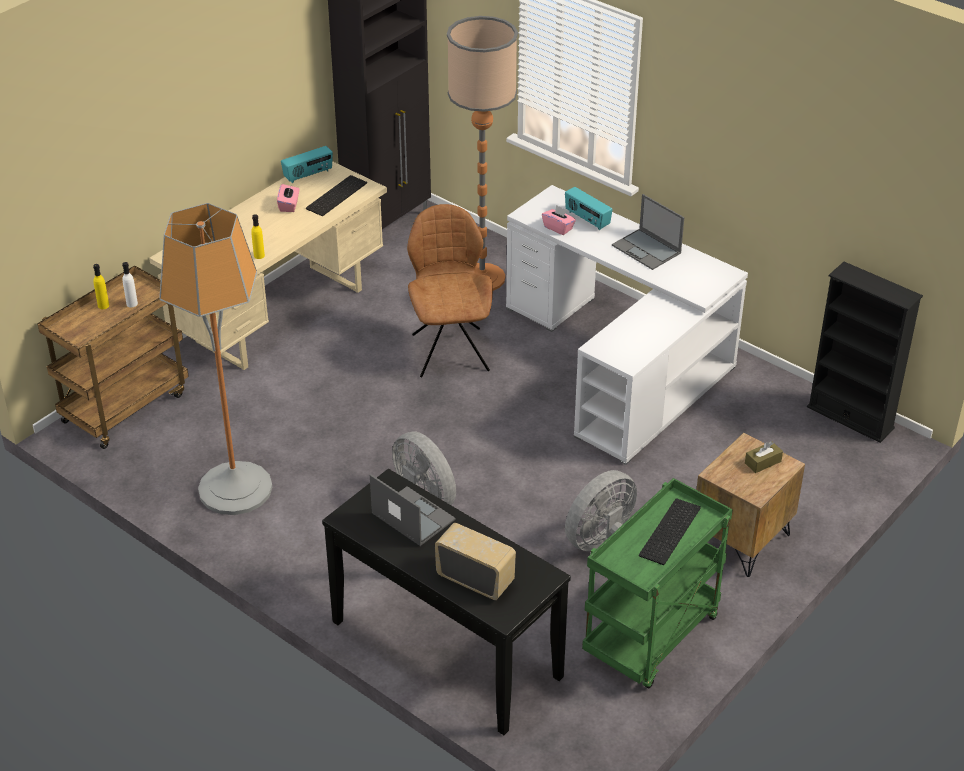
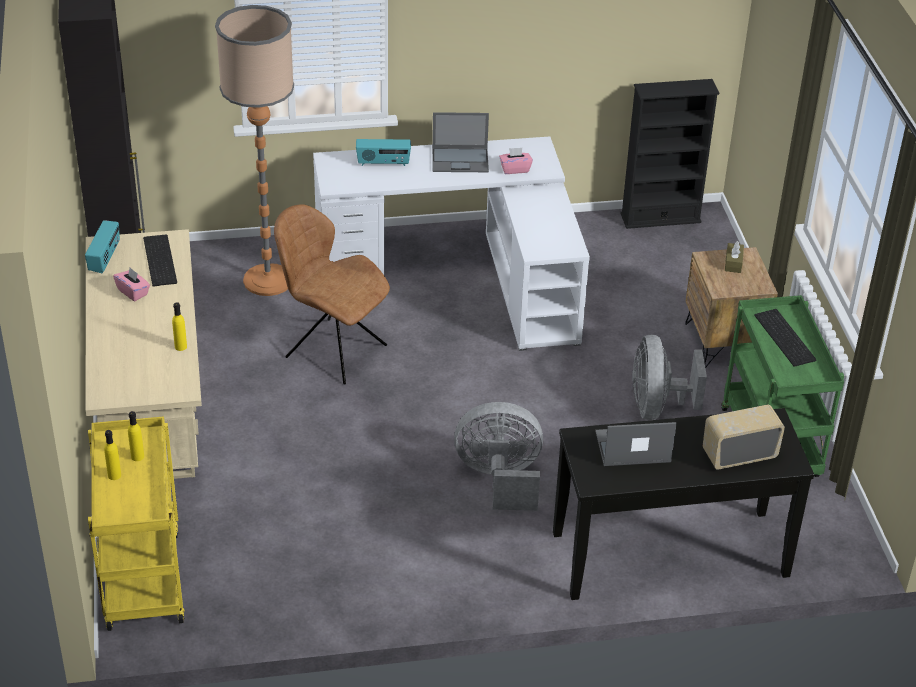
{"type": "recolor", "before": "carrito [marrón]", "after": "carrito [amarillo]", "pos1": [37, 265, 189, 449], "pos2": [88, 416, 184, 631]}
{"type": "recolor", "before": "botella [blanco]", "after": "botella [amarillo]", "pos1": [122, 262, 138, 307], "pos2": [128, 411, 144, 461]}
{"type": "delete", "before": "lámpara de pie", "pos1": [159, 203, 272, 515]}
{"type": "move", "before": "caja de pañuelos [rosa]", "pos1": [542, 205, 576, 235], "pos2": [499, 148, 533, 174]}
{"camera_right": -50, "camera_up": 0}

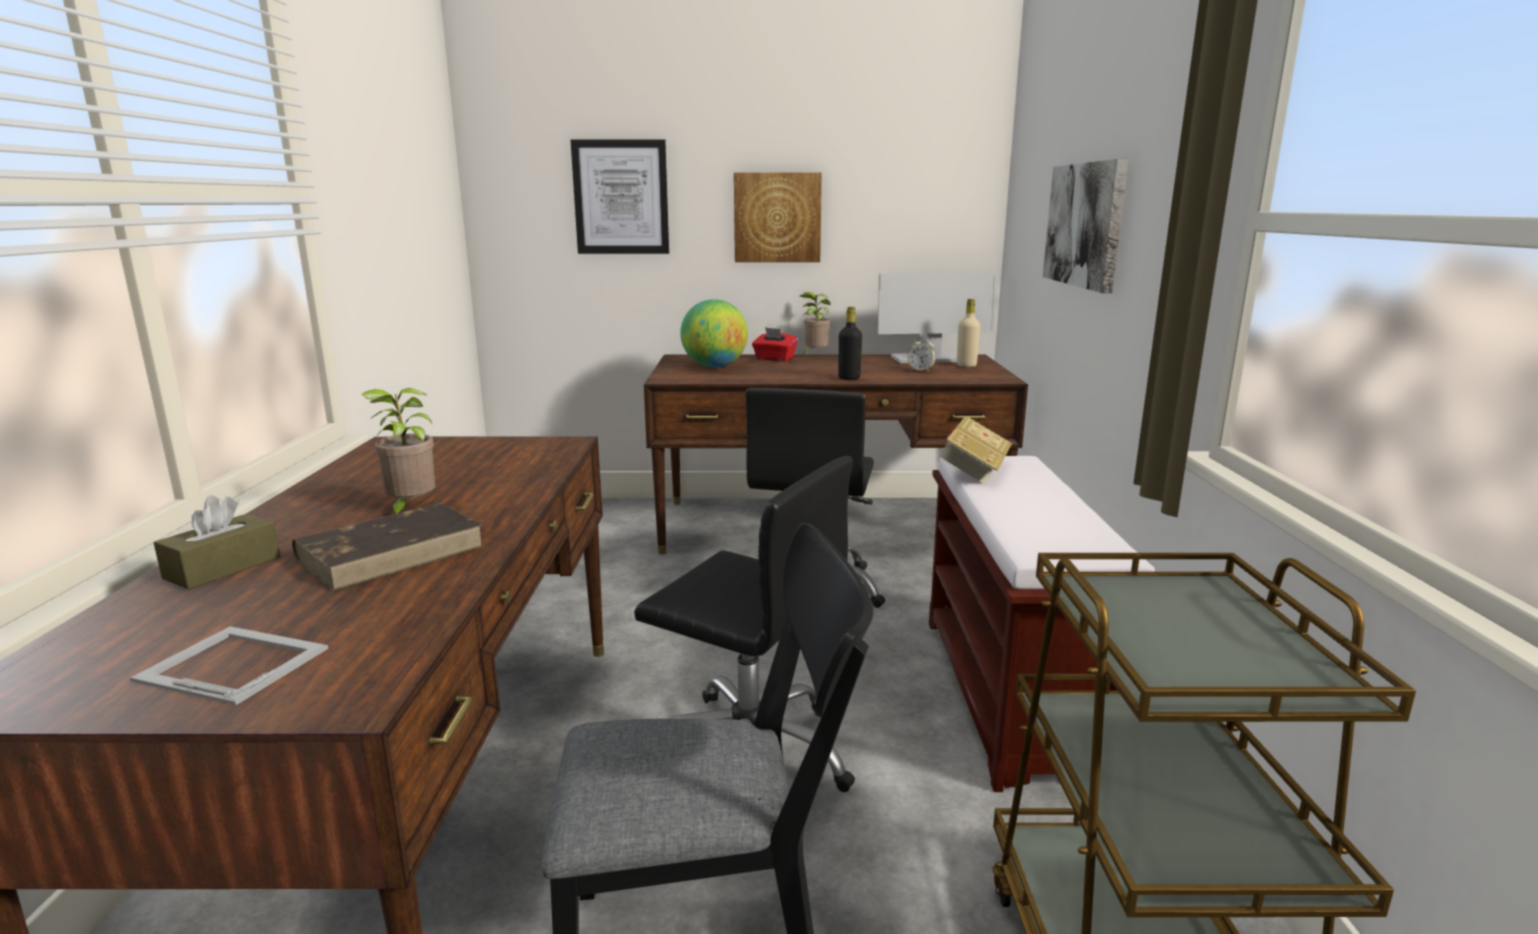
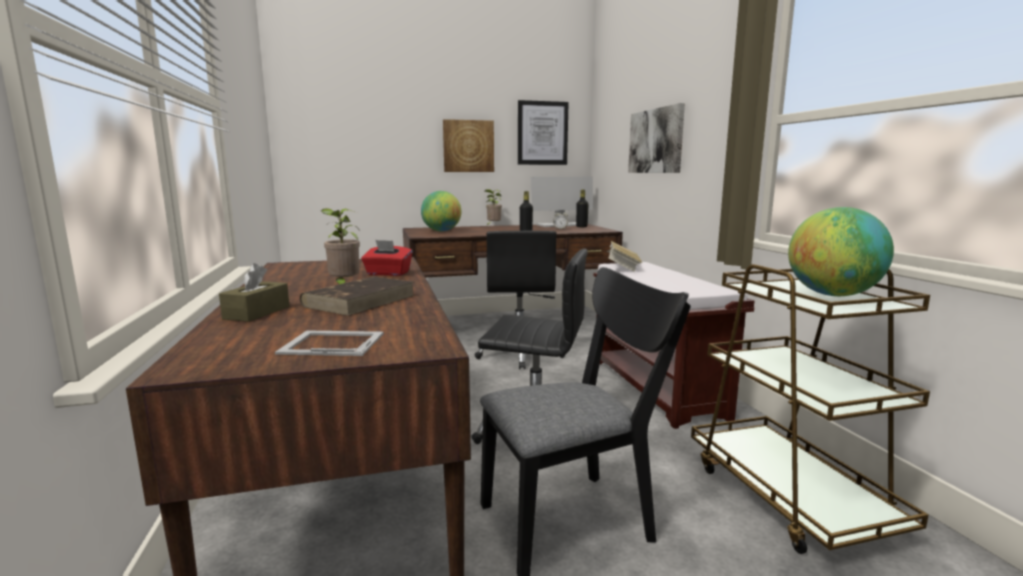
{"type": "move", "before": "cuadro", "pos1": [571, 139, 669, 254], "pos2": [518, 100, 569, 165]}
{"type": "move", "before": "caja de pañuelos [rojo]", "pos1": [752, 327, 798, 361], "pos2": [361, 240, 412, 276]}
{"type": "recolor", "before": "botella [beis]", "after": "botella [negro]", "pos1": [957, 299, 980, 367], "pos2": [576, 190, 589, 227]}
{"type": "insert", "after": "globo terráqueo", "pos2": [788, 207, 894, 296]}
{"camera_right": -15, "camera_up": -5}

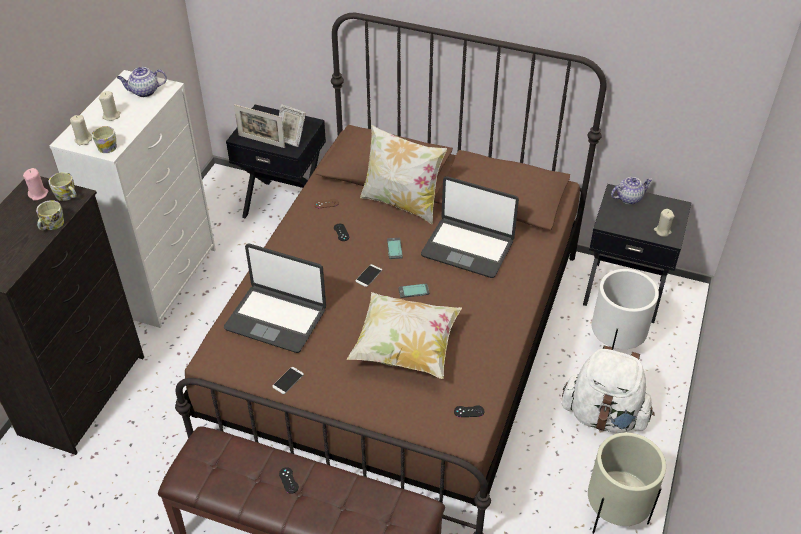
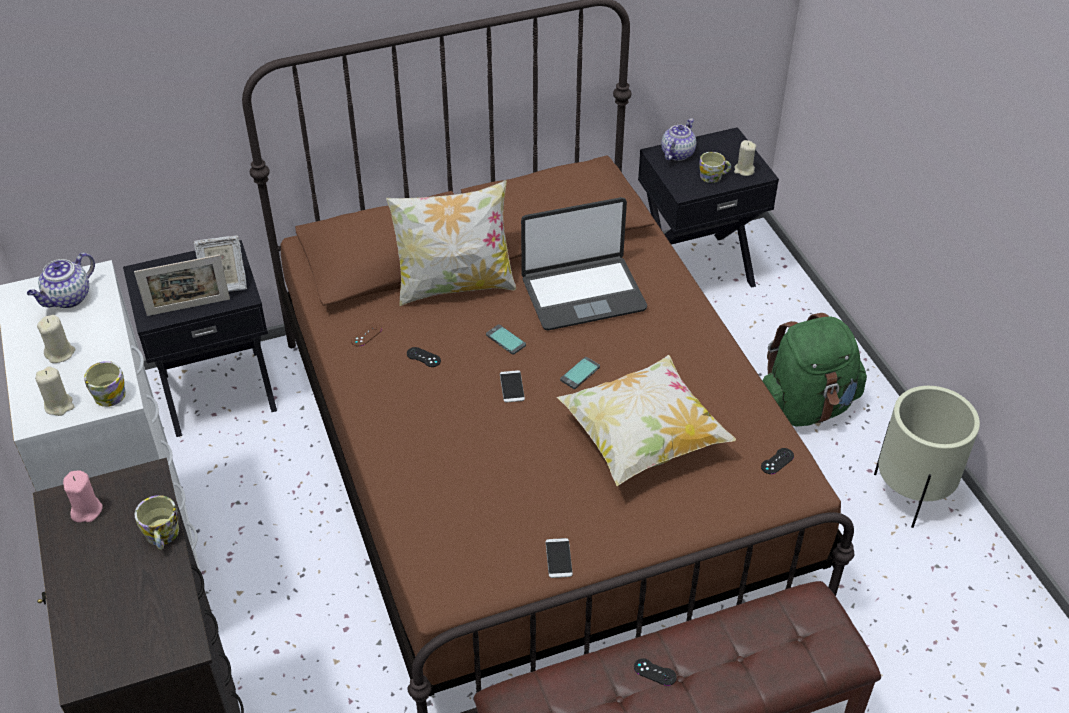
{"type": "move", "before": "taza grande", "pos1": [49, 172, 77, 201], "pos2": [699, 152, 731, 183]}
{"type": "delete", "before": "portátil", "pos1": [224, 244, 326, 353]}
{"type": "recolor", "before": "mochila [blanco]", "after": "mochila [verde]", "pos1": [562, 346, 655, 433], "pos2": [763, 313, 867, 427]}
{"type": "delete", "before": "maceta [blanco]", "pos1": [592, 269, 659, 349]}
{"camera_right": -40, "camera_up": 0}

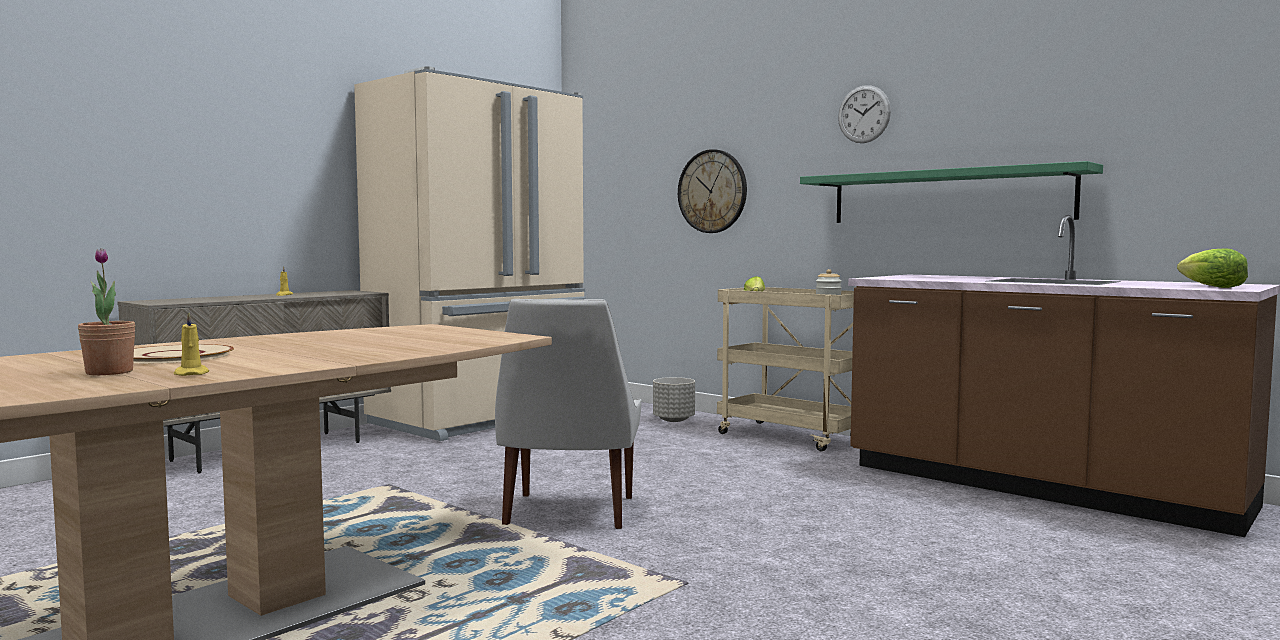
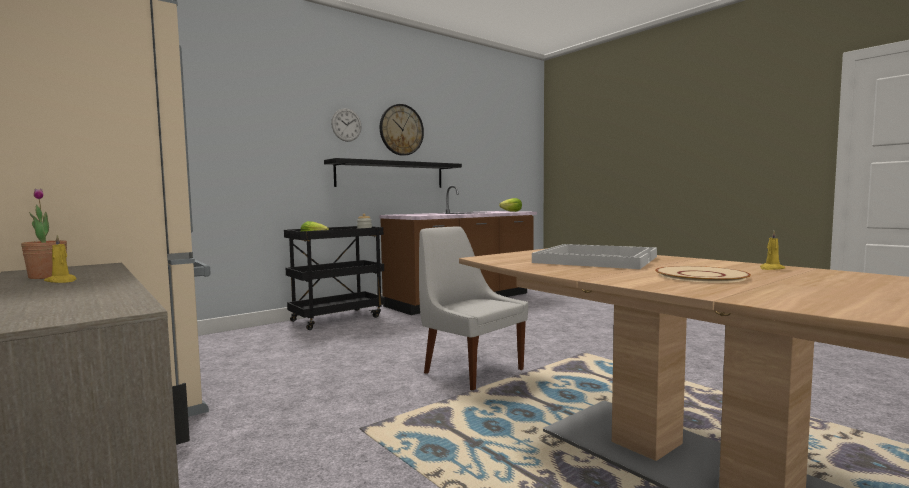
{"type": "move", "before": "planta en maceta", "pos1": [78, 248, 136, 375], "pos2": [21, 188, 67, 279]}
{"type": "rotate", "before": "silla [blanco]", "pos1": [495, 299, 641, 529], "pos2": [419, 226, 528, 390], "turn": -150}
{"type": "delete", "before": "maceta [gris]", "pos1": [653, 377, 695, 422]}
{"type": "move", "before": "reloj de pared", "pos1": [678, 149, 747, 233], "pos2": [380, 104, 424, 156]}
{"type": "recolor", "before": "carrito [beis]", "after": "carrito [negro]", "pos1": [717, 287, 854, 451], "pos2": [284, 226, 385, 330]}
{"type": "recolor", "before": "estante [verde]", "after": "estante [negro]", "pos1": [800, 161, 1103, 223], "pos2": [324, 158, 462, 188]}
{"type": "insert", "after": "bandeja [blanco]", "pos2": [532, 244, 657, 269]}
{"camera_right": -80, "camera_up": 0}

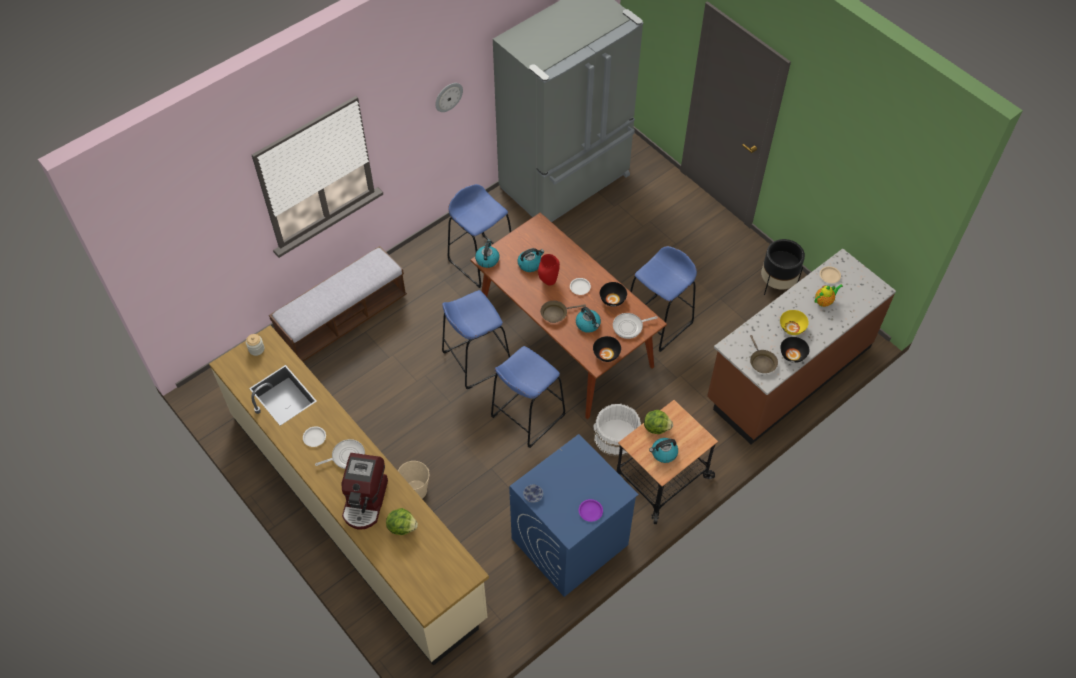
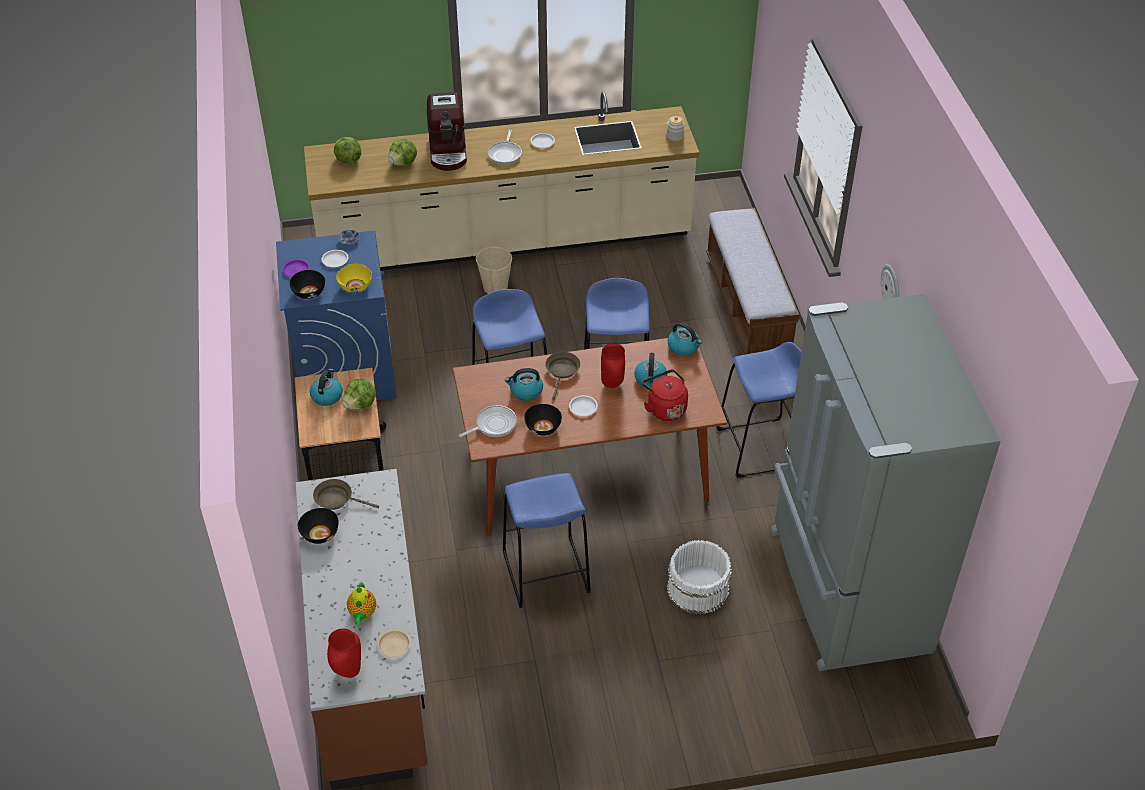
{"type": "rotate", "before": "cafetera", "pos1": [342, 453, 388, 530], "pos2": [427, 92, 467, 171], "turn": -135}
{"type": "move", "before": "cuenco [negro]", "pos1": [593, 336, 621, 362], "pos2": [289, 270, 325, 299]}
{"type": "move", "before": "cubo [blanco]", "pos1": [594, 404, 641, 457], "pos2": [667, 540, 732, 614]}
{"type": "rotate", "before": "sartén", "pos1": [613, 313, 658, 339], "pos2": [459, 405, 517, 437], "turn": 45}
{"type": "delete", "before": "maceta [negro]", "pos1": [761, 239, 805, 295]}
{"type": "move", "before": "cuenco [amarillo]", "pos1": [780, 310, 809, 335], "pos2": [336, 264, 372, 293]}
{"type": "insert", "after": "plato [blanco]", "pos2": [322, 250, 349, 267]}
{"type": "insert", "after": "florero [rojo]", "pos2": [327, 628, 361, 678]}
{"type": "insert", "after": "lechuga", "pos2": [334, 137, 361, 164]}
{"type": "insert", "after": "hervidor [rojo]", "pos2": [642, 369, 688, 421]}
{"camera_right": 120, "camera_up": -10}

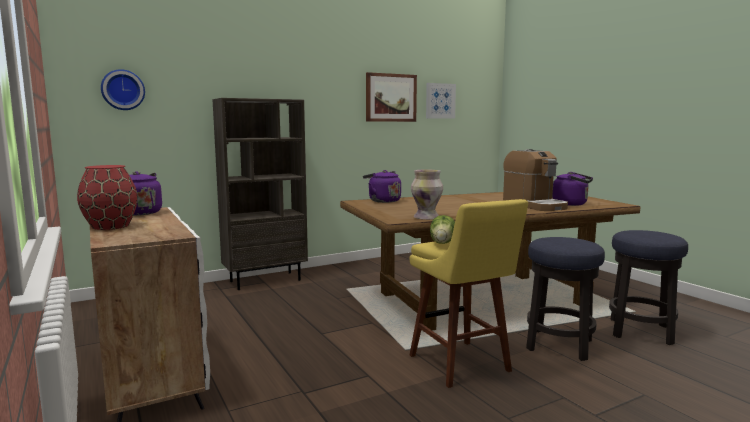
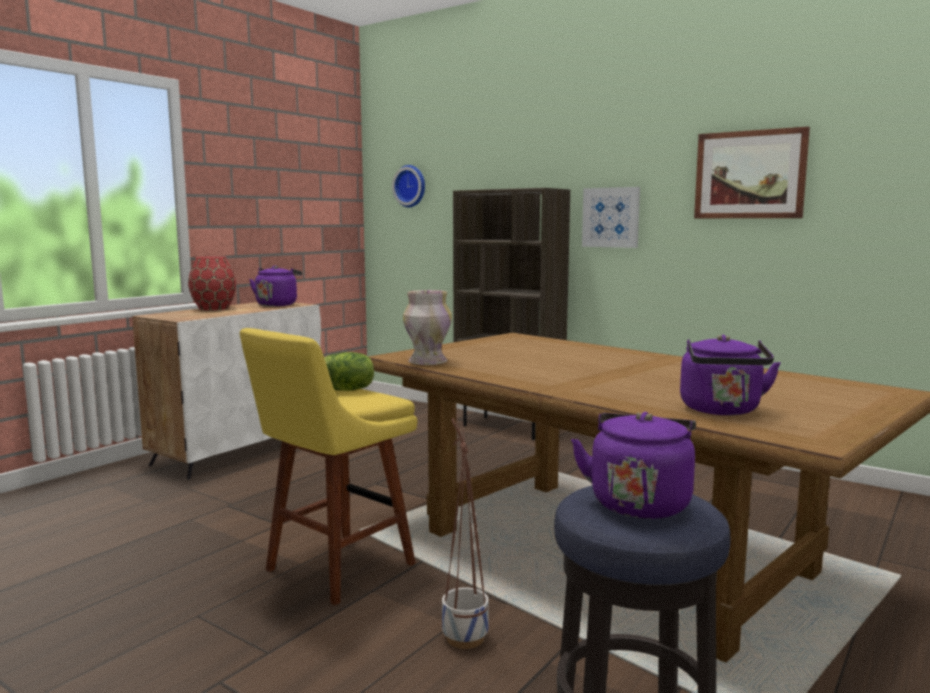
{"type": "move", "before": "hervidor [morado]", "pos1": [363, 170, 401, 203], "pos2": [571, 412, 696, 519]}
{"type": "move", "before": "cuadro", "pos1": [426, 83, 456, 119], "pos2": [582, 187, 640, 248]}
{"type": "delete", "before": "cafetera", "pos1": [503, 149, 568, 211]}
{"type": "replace", "before": "taburete", "after": "maceta", "pos1": [526, 237, 605, 361], "pos2": [442, 414, 489, 649]}
{"camera_right": 65, "camera_up": 0}

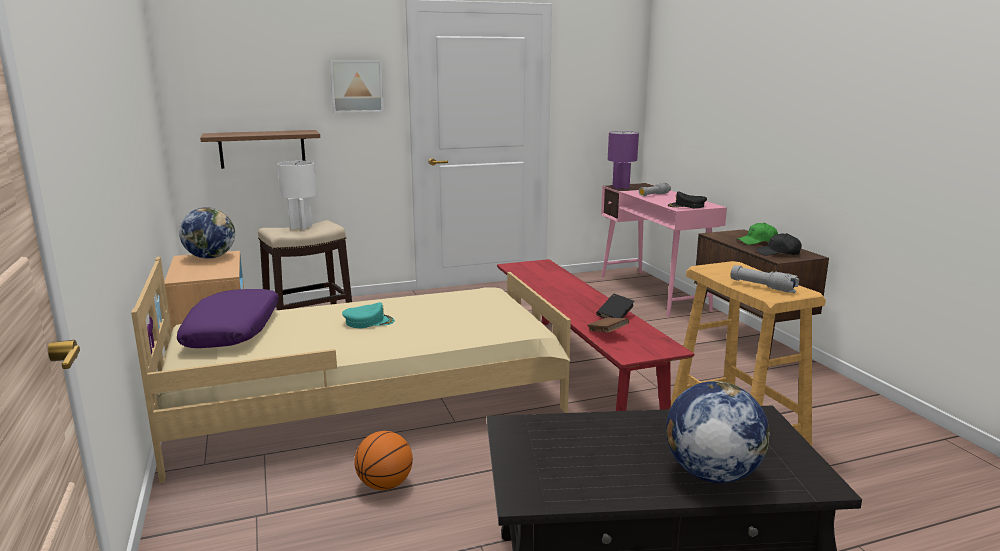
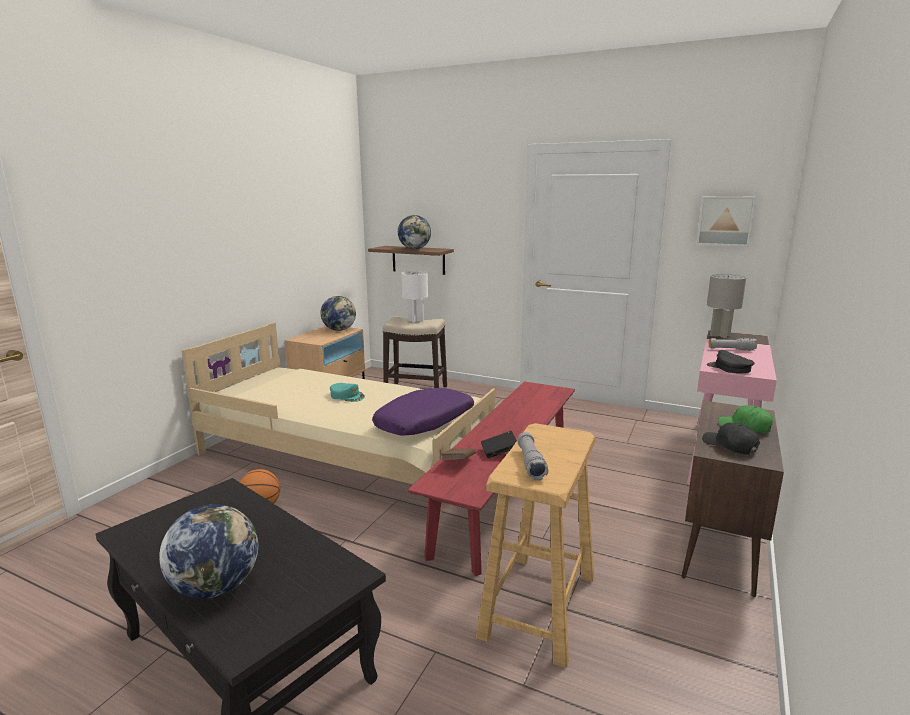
{"type": "move", "before": "cojín [morado]", "pos1": [177, 289, 279, 348], "pos2": [372, 388, 474, 436]}
{"type": "move", "before": "cuadro", "pos1": [329, 61, 384, 113], "pos2": [696, 196, 756, 247]}
{"type": "recolor", "before": "lámpara de mesa [morado]", "after": "lámpara de mesa [gris]", "pos1": [608, 131, 639, 189], "pos2": [707, 274, 746, 338]}
{"type": "insert", "after": "globo terráqueo", "pos2": [398, 215, 431, 249]}
{"camera_right": 45, "camera_up": 0}

